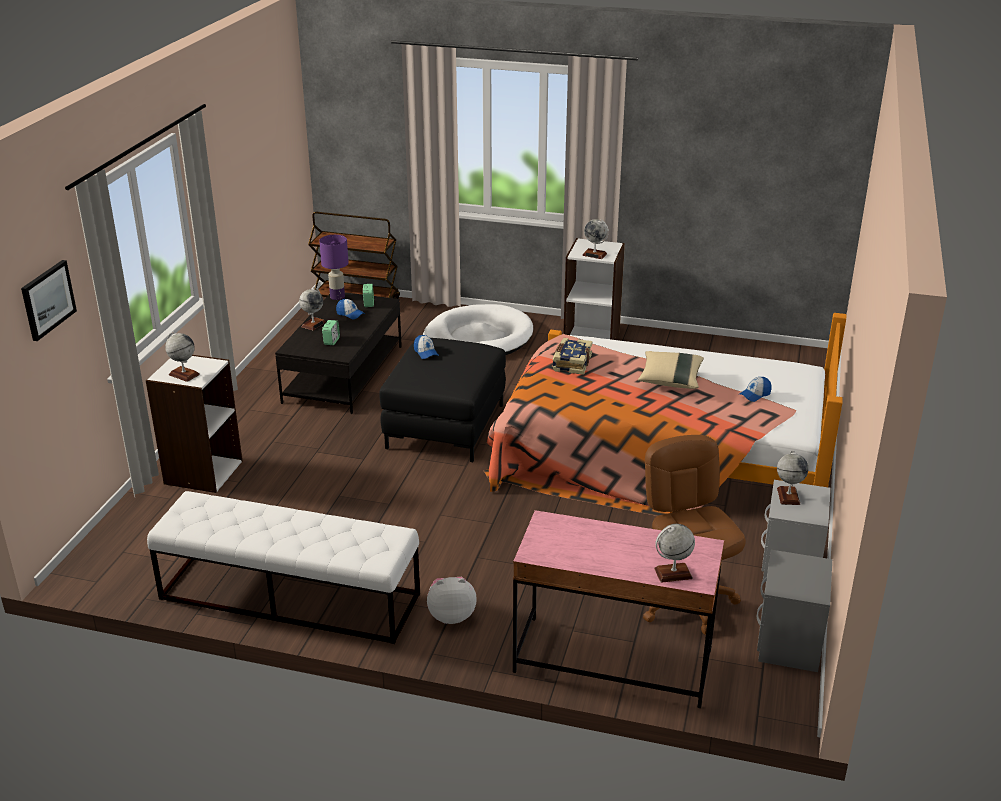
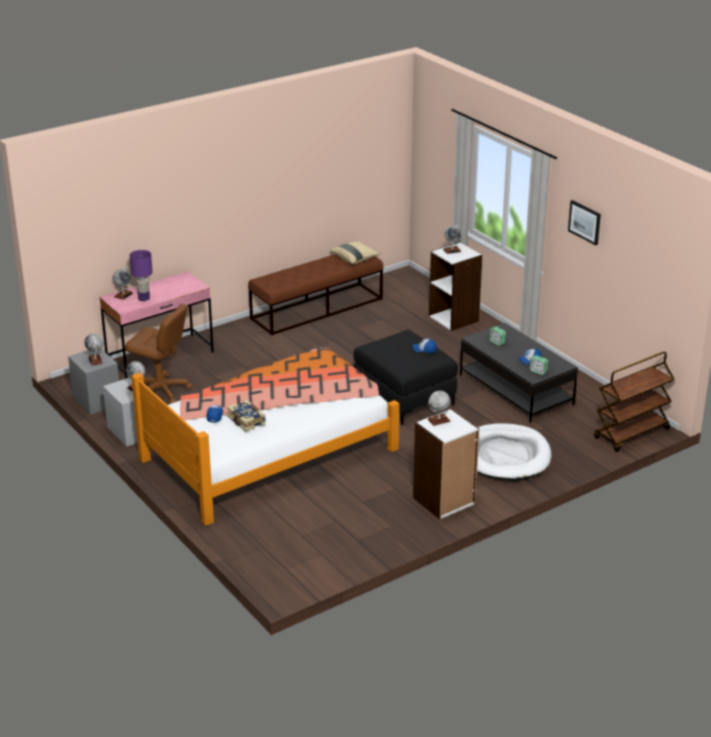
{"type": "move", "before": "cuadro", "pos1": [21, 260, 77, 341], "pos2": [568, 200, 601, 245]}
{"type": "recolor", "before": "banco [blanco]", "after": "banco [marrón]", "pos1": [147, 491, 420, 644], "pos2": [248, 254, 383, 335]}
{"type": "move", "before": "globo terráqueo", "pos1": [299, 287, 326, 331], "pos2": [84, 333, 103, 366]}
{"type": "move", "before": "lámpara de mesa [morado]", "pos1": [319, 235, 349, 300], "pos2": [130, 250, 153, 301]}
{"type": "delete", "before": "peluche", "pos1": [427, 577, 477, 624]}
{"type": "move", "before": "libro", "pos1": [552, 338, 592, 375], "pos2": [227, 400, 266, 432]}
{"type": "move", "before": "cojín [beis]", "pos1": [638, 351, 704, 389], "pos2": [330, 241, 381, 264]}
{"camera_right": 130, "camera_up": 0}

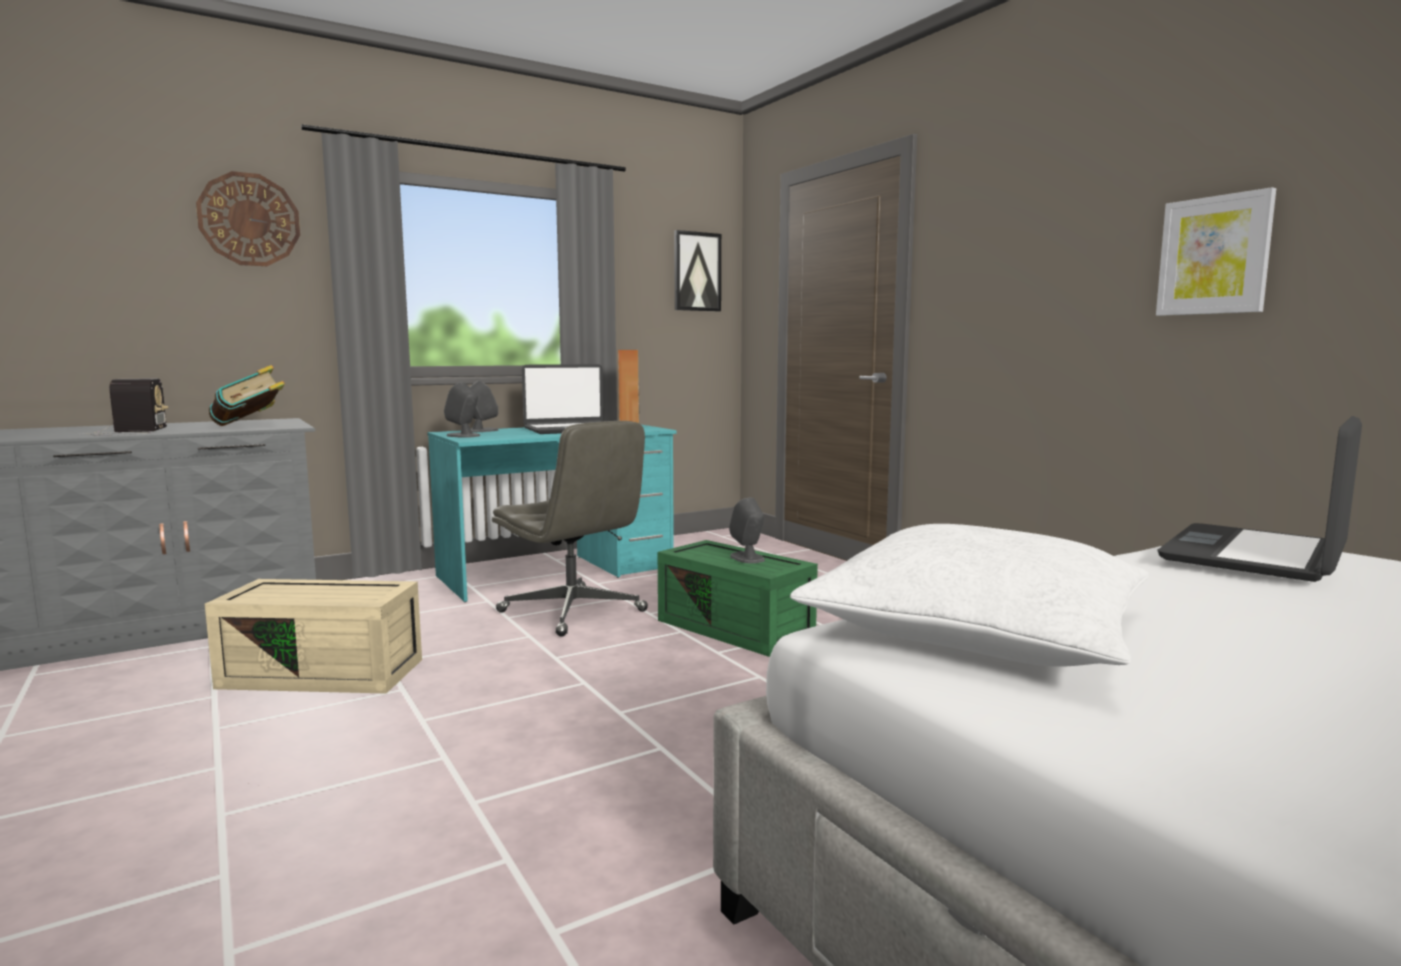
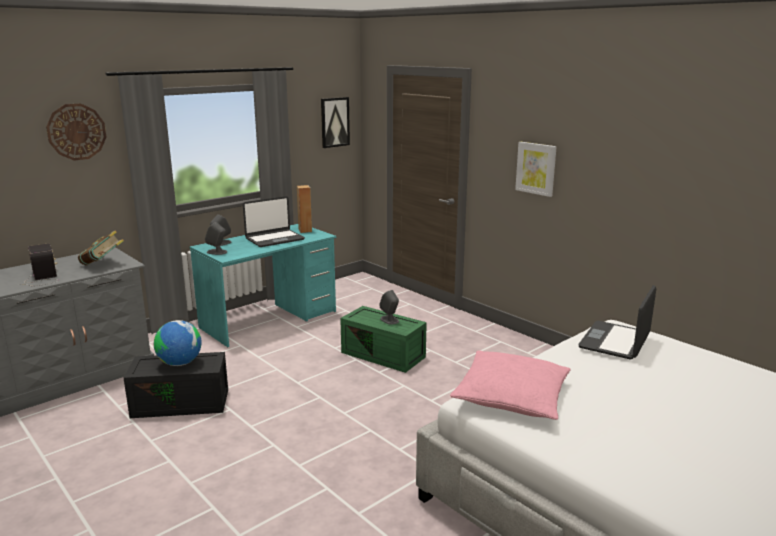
{"type": "recolor", "before": "caja de almacenaje [beis]", "after": "caja de almacenaje [negro]", "pos1": [205, 579, 422, 694], "pos2": [124, 352, 228, 418]}
{"type": "delete", "before": "silla de oficina [gris]", "pos1": [492, 421, 648, 637]}
{"type": "recolor", "before": "cojín [blanco]", "after": "cojín [rosa]", "pos1": [790, 524, 1149, 667], "pos2": [450, 350, 570, 420]}
{"type": "move", "before": "cuadro", "pos1": [1156, 187, 1276, 316], "pos2": [515, 142, 557, 197]}
{"type": "insert", "after": "globo terráqueo", "pos2": [154, 320, 202, 366]}
{"camera_right": -10, "camera_up": 10}

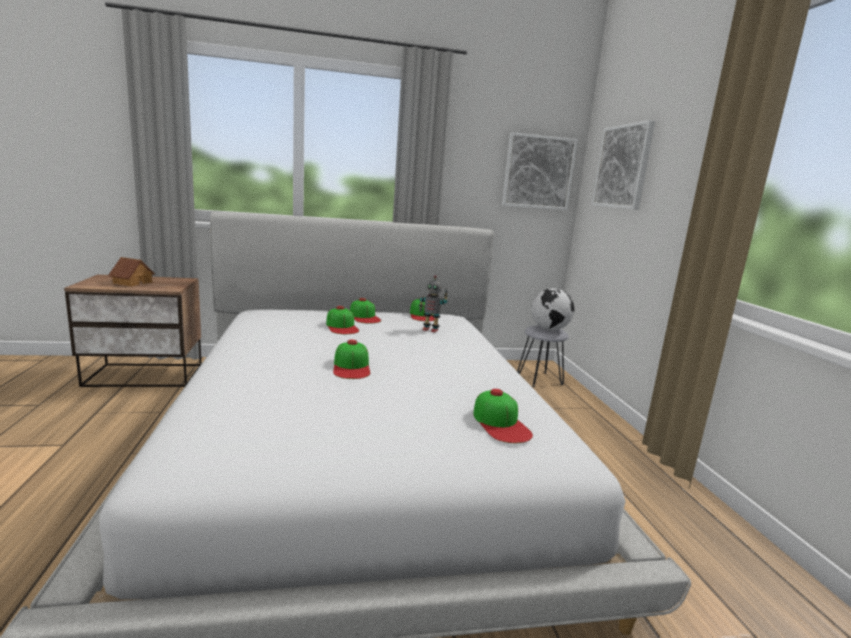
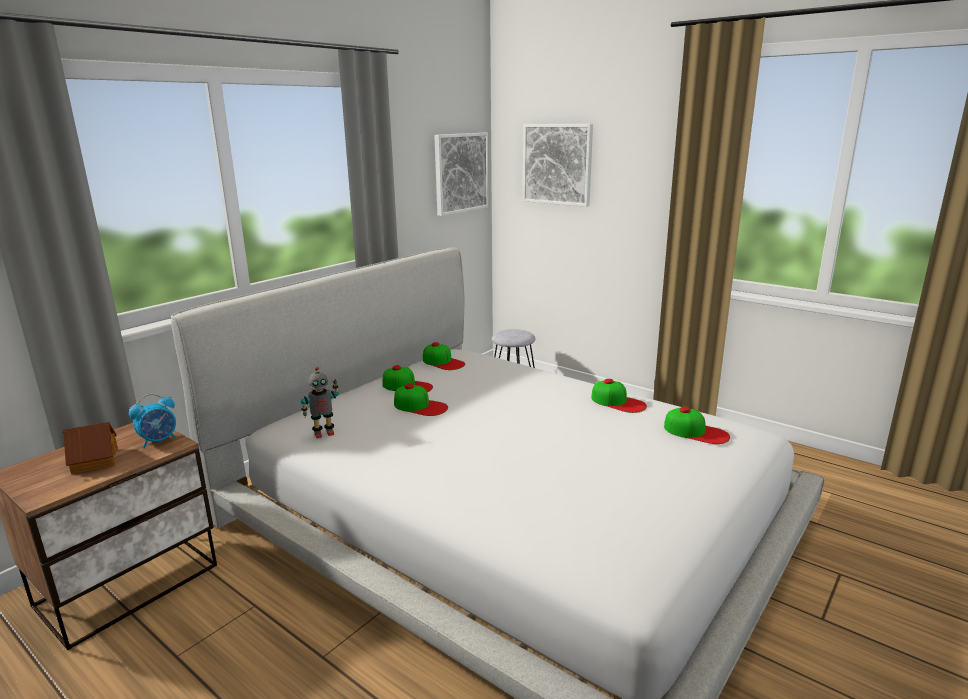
{"type": "move", "before": "gorra", "pos1": [333, 340, 370, 379], "pos2": [591, 379, 647, 413]}
{"type": "move", "before": "robot de juguete", "pos1": [419, 275, 448, 333], "pos2": [301, 366, 339, 438]}
{"type": "delete", "before": "globo terráqueo", "pos1": [531, 288, 575, 330]}
{"type": "insert", "after": "despertador", "pos2": [129, 394, 177, 449]}
{"camera_right": -40, "camera_up": 5}

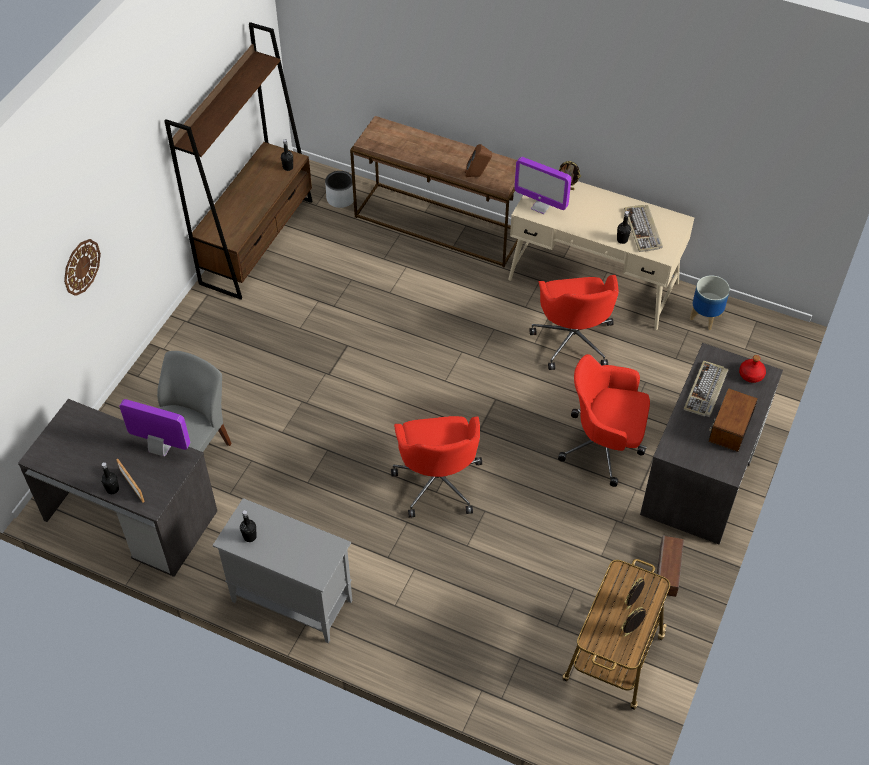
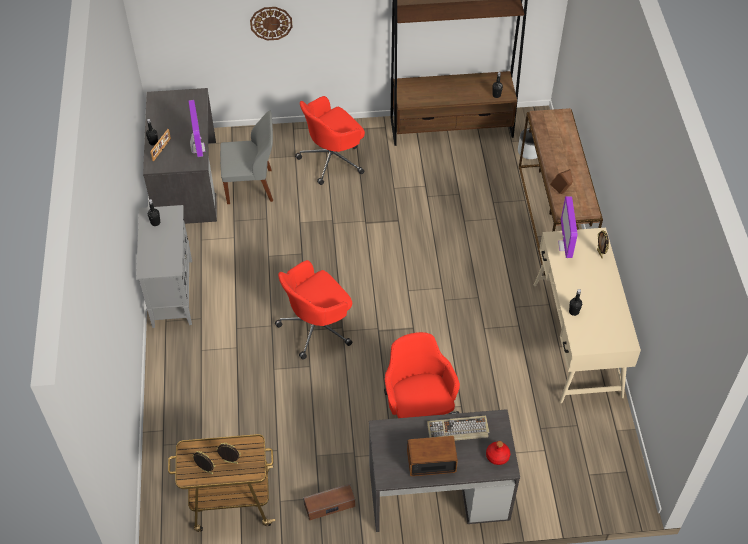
{"type": "move", "before": "silla de oficina [rojo]", "pos1": [530, 275, 619, 370], "pos2": [295, 96, 365, 185]}
{"type": "delete", "before": "teclado", "pos1": [624, 205, 663, 252]}
{"type": "delete", "before": "maceta", "pos1": [690, 275, 730, 330]}
{"camera_right": 60, "camera_up": 0}

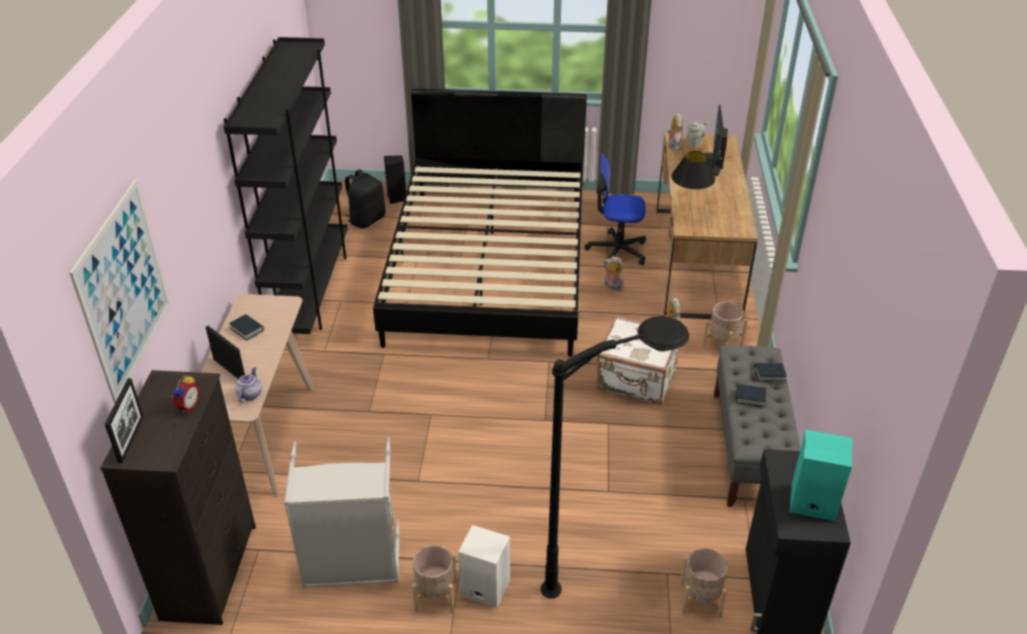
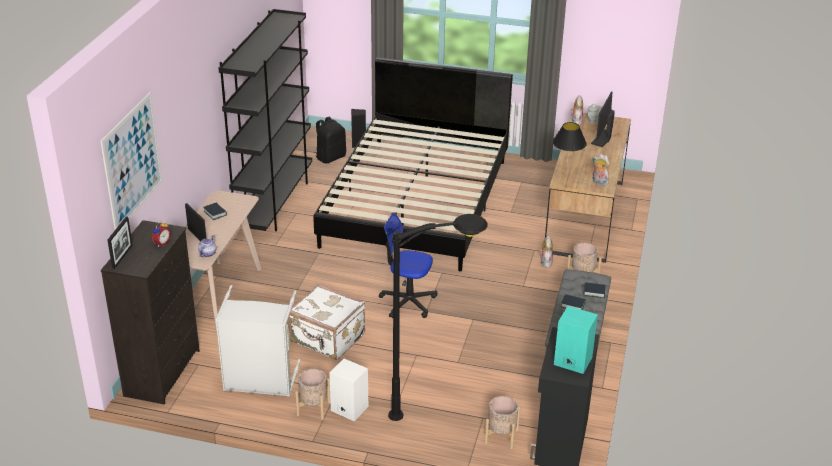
{"type": "move", "before": "silla de oficina", "pos1": [585, 154, 646, 269], "pos2": [379, 213, 437, 318]}
{"type": "move", "before": "maleta [blanco]", "pos1": [596, 316, 679, 405], "pos2": [288, 284, 365, 360]}
{"type": "move", "before": "peluche", "pos1": [603, 256, 624, 291], "pos2": [592, 154, 609, 186]}
{"camera_right": 10, "camera_up": -5}

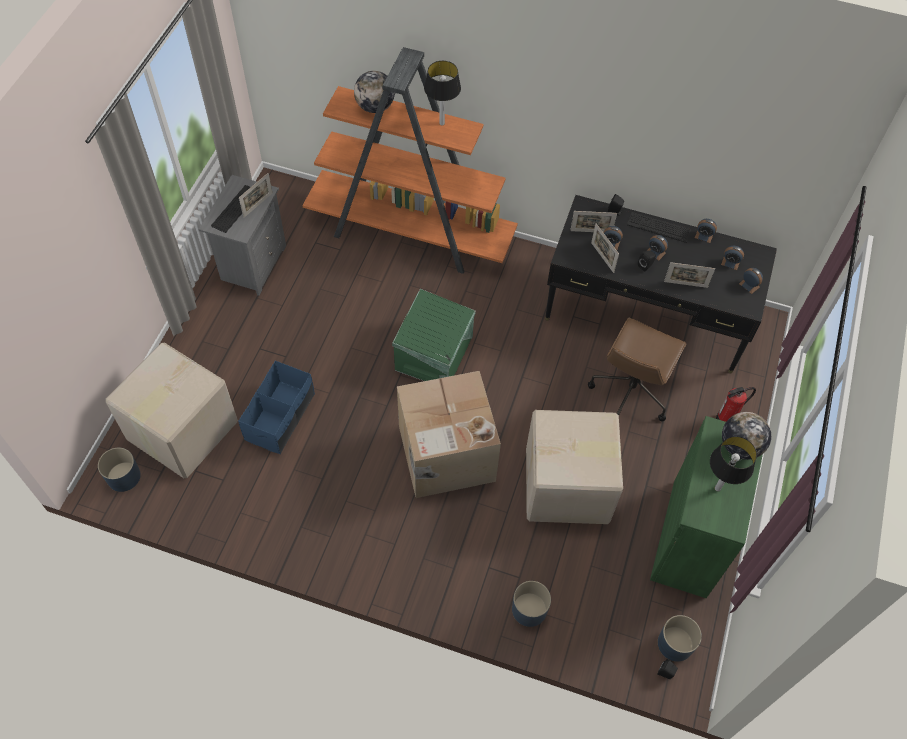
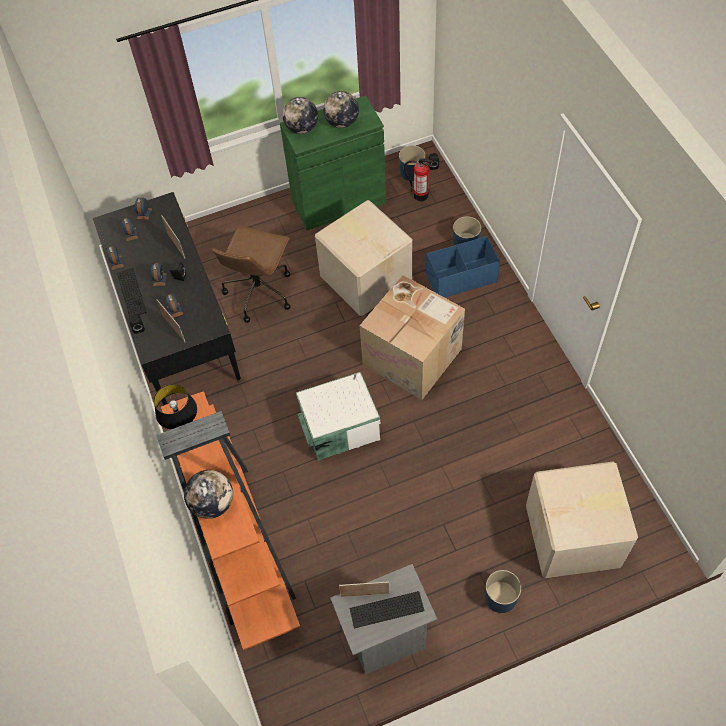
{"type": "move", "before": "maceta [azul]", "pos1": [98, 448, 141, 492], "pos2": [484, 570, 521, 613]}
{"type": "move", "before": "caja de almacenaje [azul]", "pos1": [239, 361, 315, 454], "pos2": [426, 236, 500, 298]}
{"type": "recolor", "before": "caja de almacenaje [verde]", "after": "caja de almacenaje [blanco]", "pos1": [392, 289, 476, 381], "pos2": [296, 372, 380, 461]}
{"type": "rotate", "before": "silla de oficina [marrón]", "pos1": [588, 318, 686, 422], "pos2": [211, 226, 291, 323], "turn": 120}
{"type": "delete", "before": "portarretratos", "pos1": [591, 223, 619, 273]}
{"type": "replace", "before": "lámpara de mesa", "after": "globo terráqueo", "pos1": [710, 436, 757, 492], "pos2": [323, 91, 359, 128]}
{"type": "move", "before": "extintor", "pos1": [716, 387, 756, 422], "pos2": [404, 158, 433, 201]}
{"camera_right": -125, "camera_up": 0}

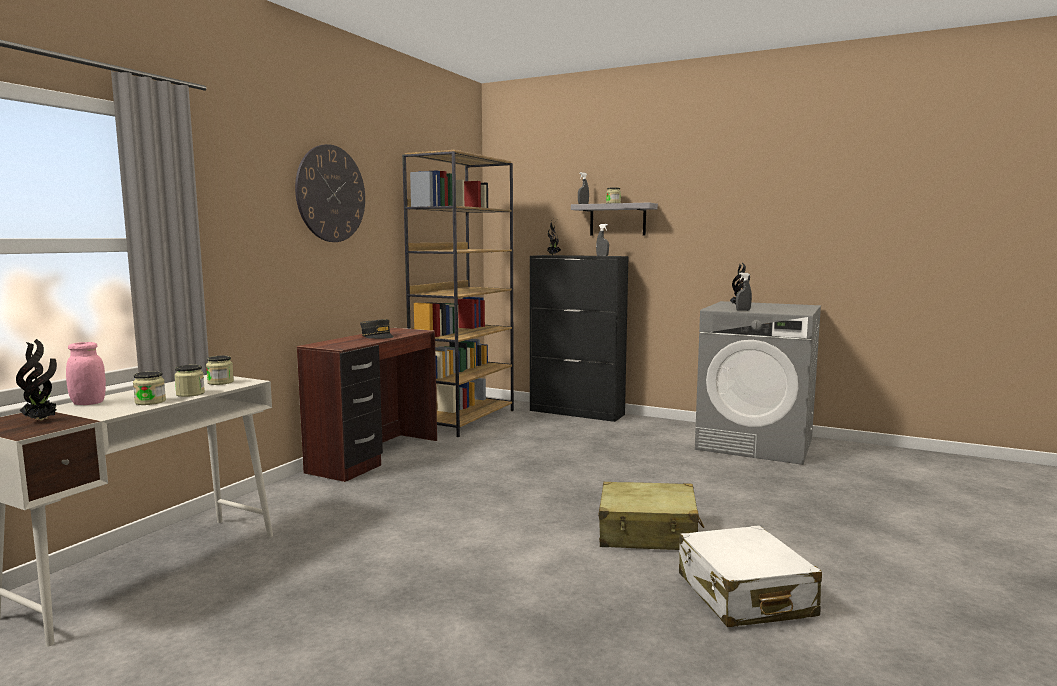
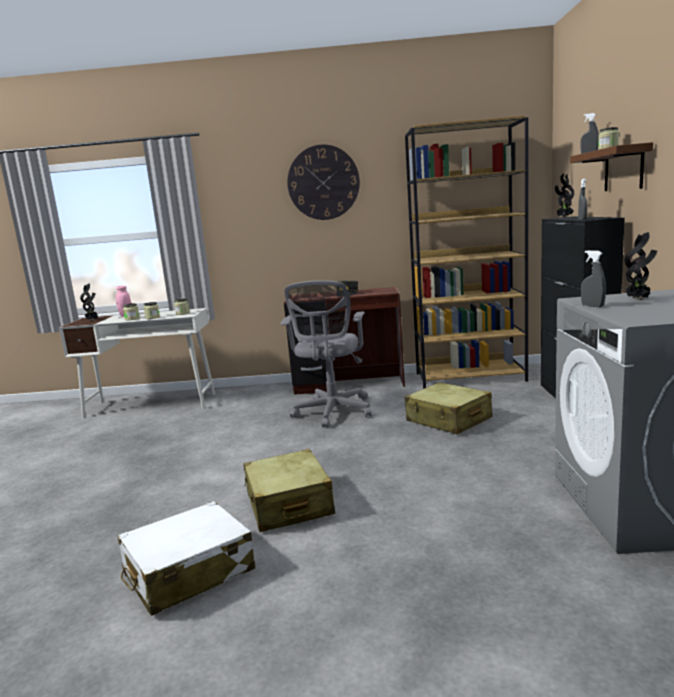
{"type": "recolor", "before": "estante [gris]", "after": "estante [marrón]", "pos1": [571, 202, 658, 235], "pos2": [570, 142, 653, 191]}
{"type": "insert", "after": "silla de oficina [gris]", "pos2": [281, 280, 372, 428]}
{"type": "insert", "after": "maleta [beis]", "pos2": [405, 382, 492, 434]}
{"camera_right": 65, "camera_up": 5}

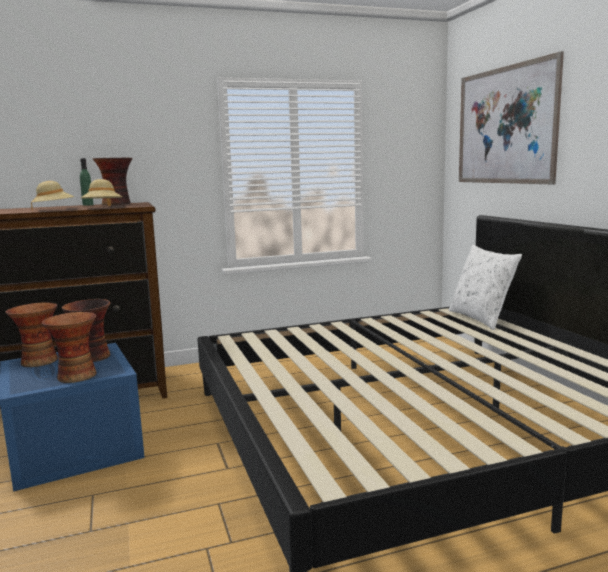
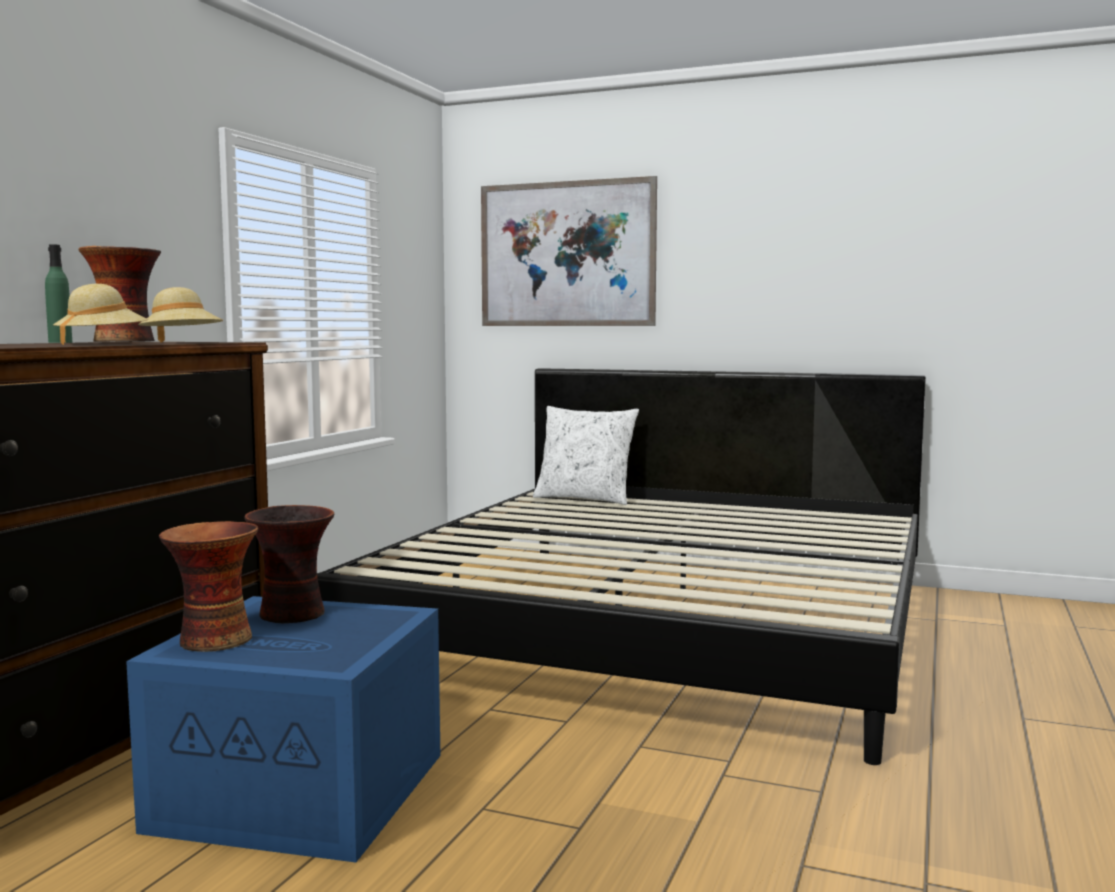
{"type": "delete", "before": "florero", "pos1": [42, 312, 97, 383]}
{"camera_right": -50, "camera_up": -5}

